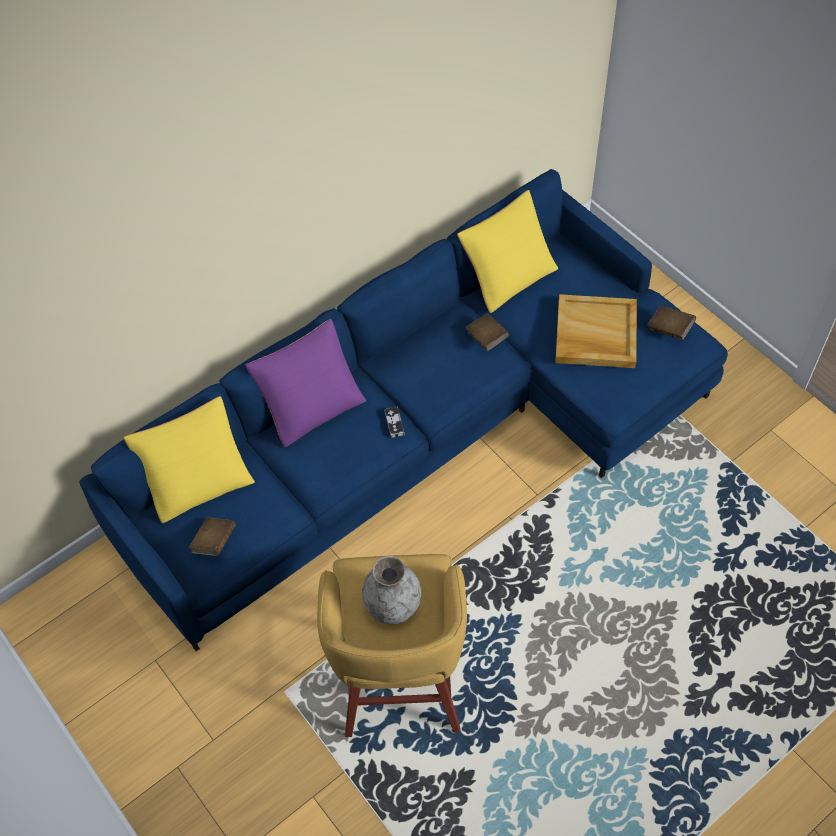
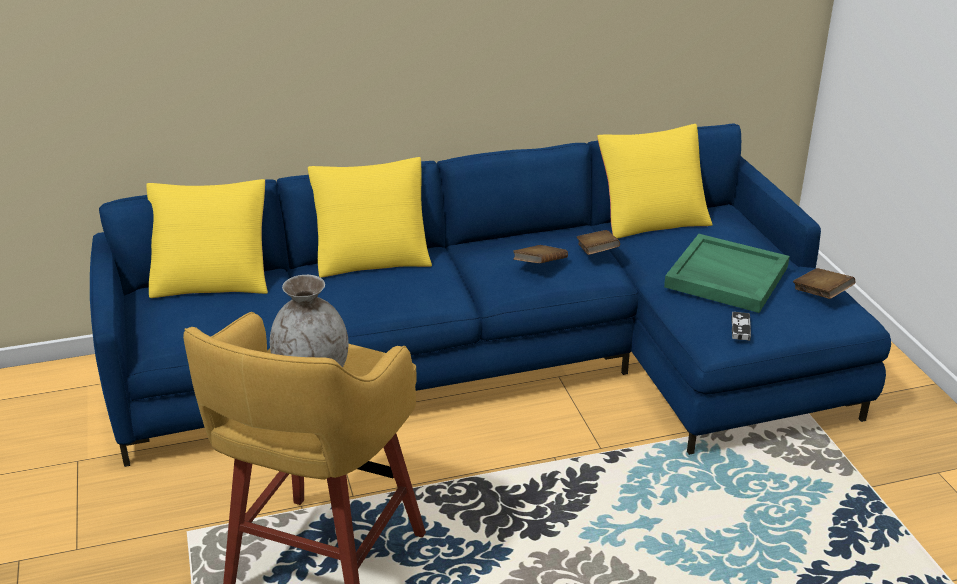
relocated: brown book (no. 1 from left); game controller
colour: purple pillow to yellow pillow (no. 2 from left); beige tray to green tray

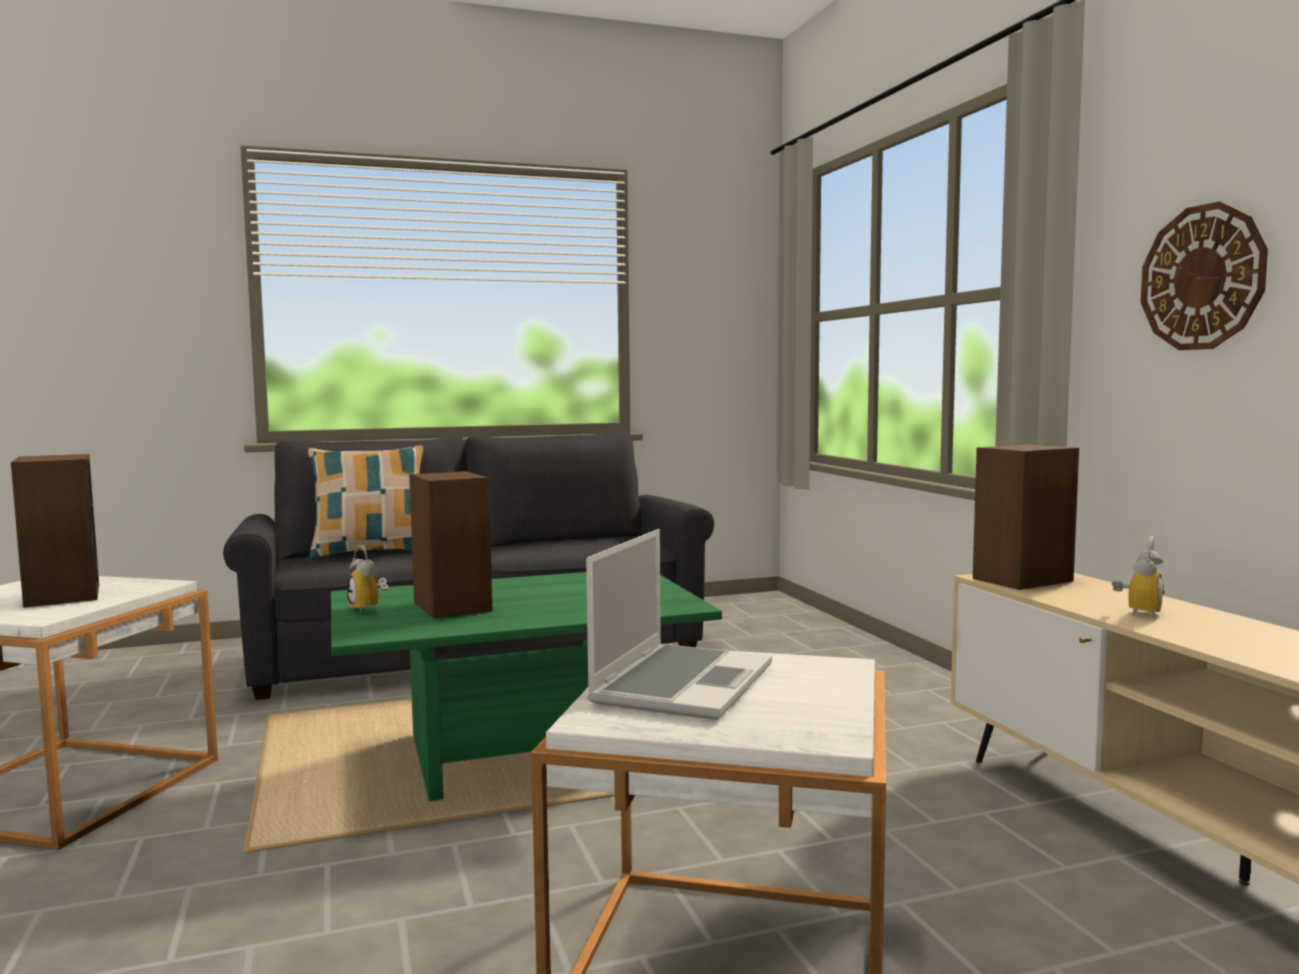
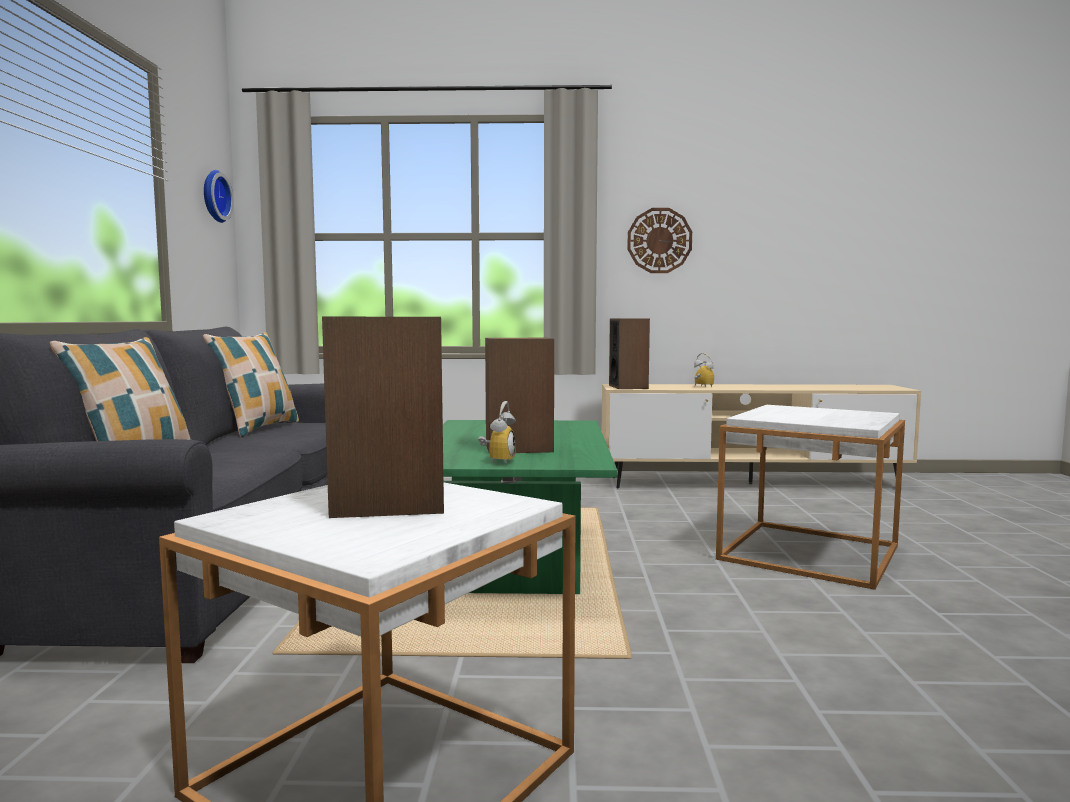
missing: laptop
appeared: pillow (no. 2 from left); wall clock (no. 1 from left)
spun: alarm clock (no. 1 from left) 60 degrees counterclockwise

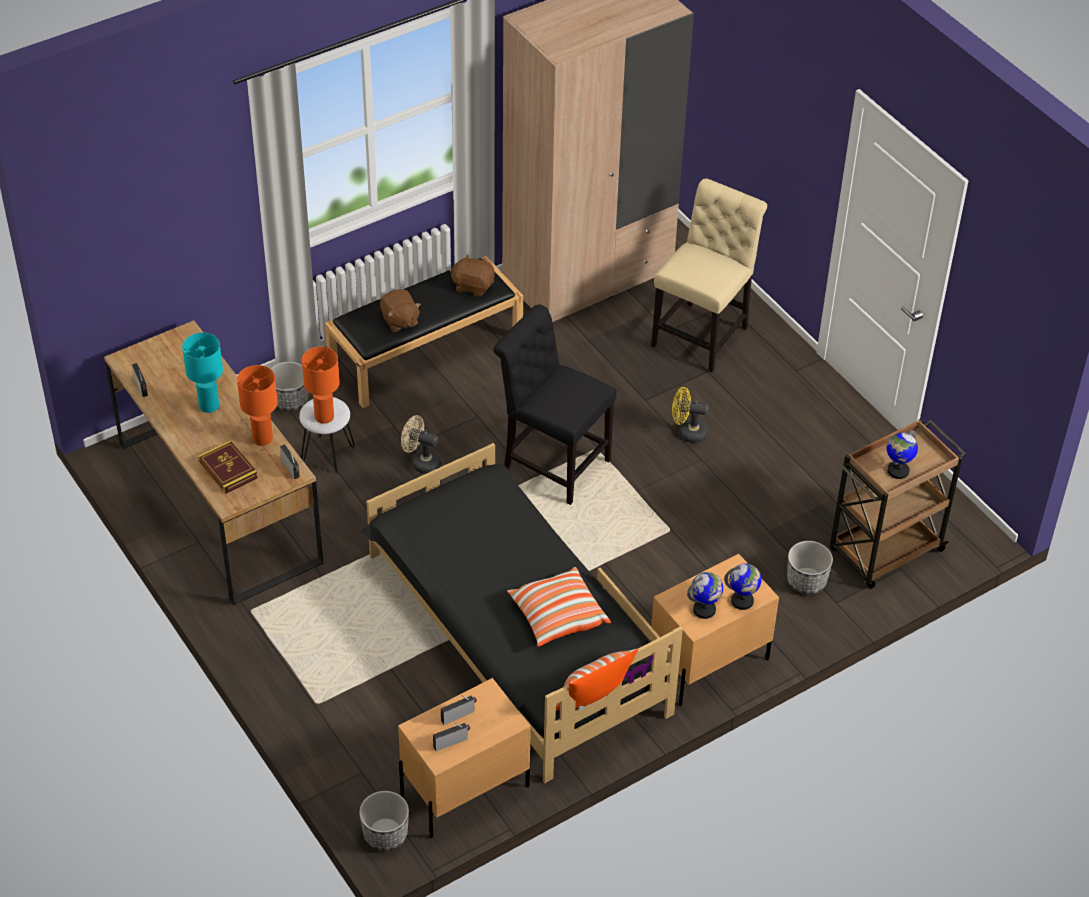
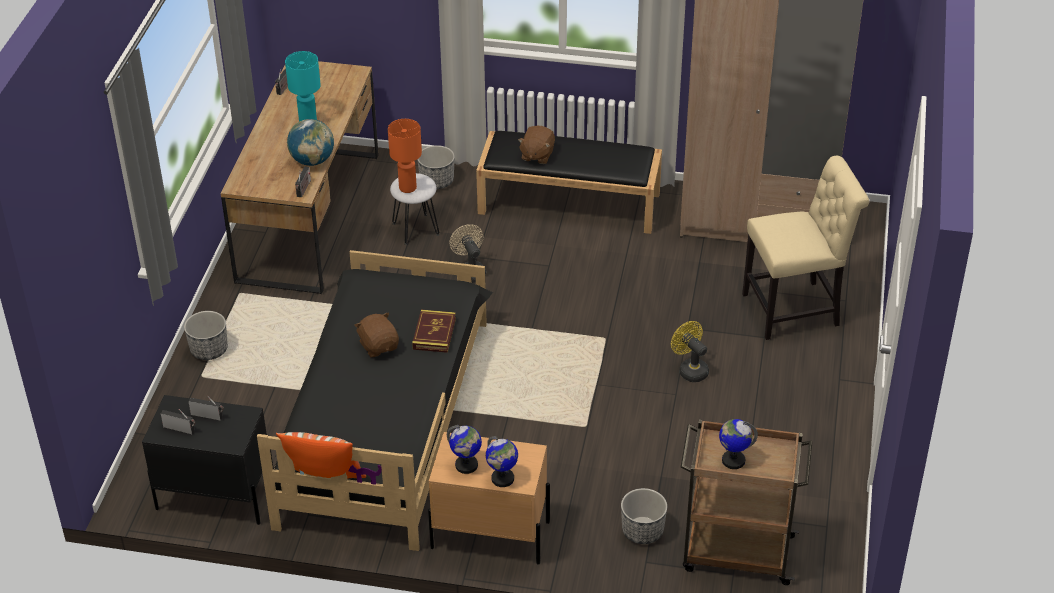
missing: black chair; pillow (no. 1 from left)
relocated: book; planter (no. 2 from left in the first image) to planter (no. 1 from left); brown plush toy (no. 2 from left in the first image) to brown plush toy (no. 1 from left)
exchanged: orange table lamp (no. 1 from left) to globe (no. 1 from left)
colour: beige nightstand (no. 1 from left) to black nightstand

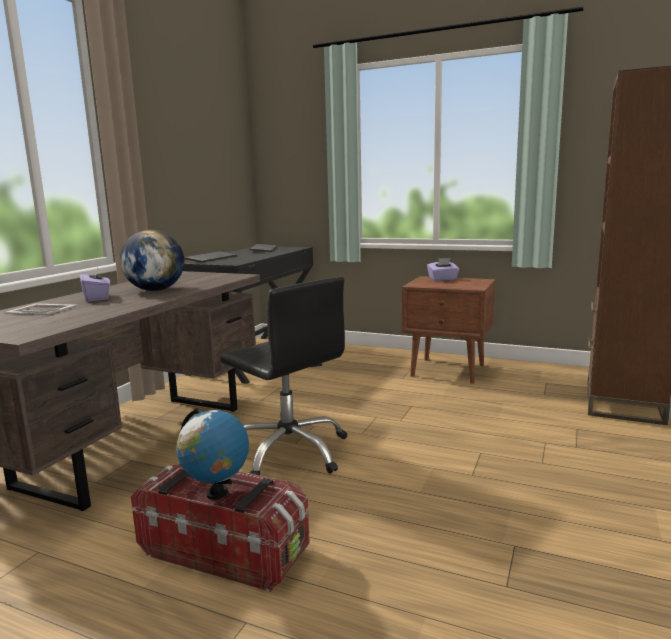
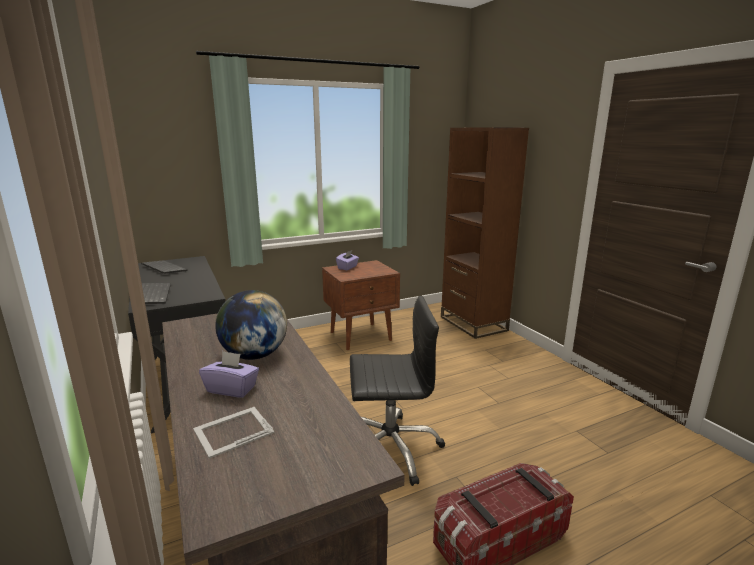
missing: globe (no. 2 from left)

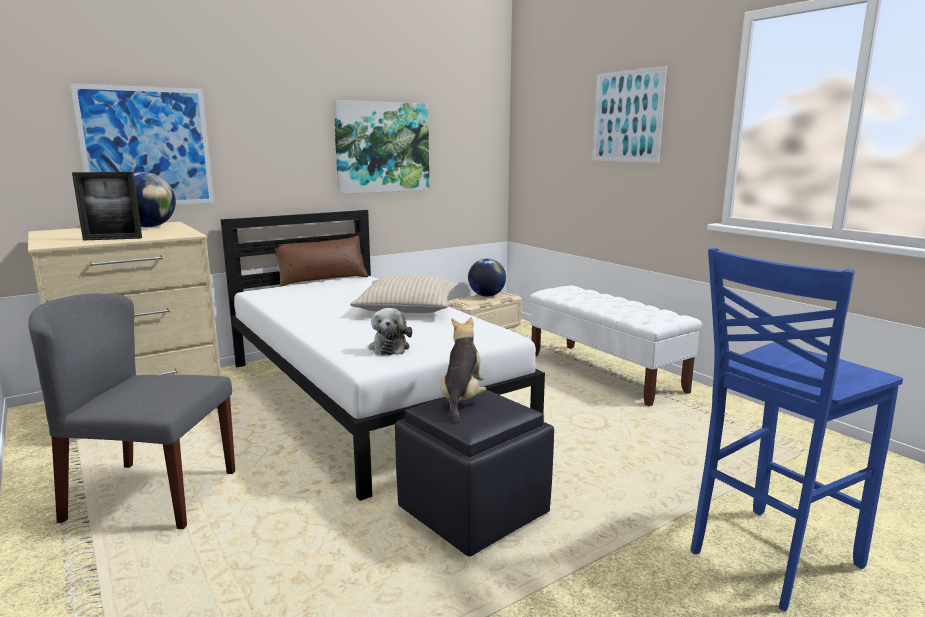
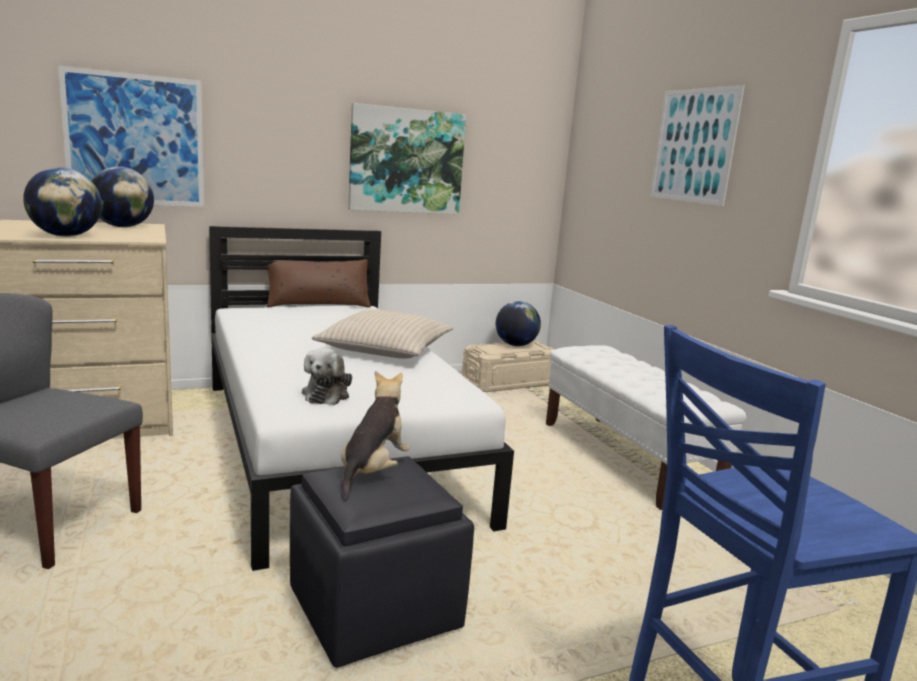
exchanged: picture frame to globe (no. 1 from left)

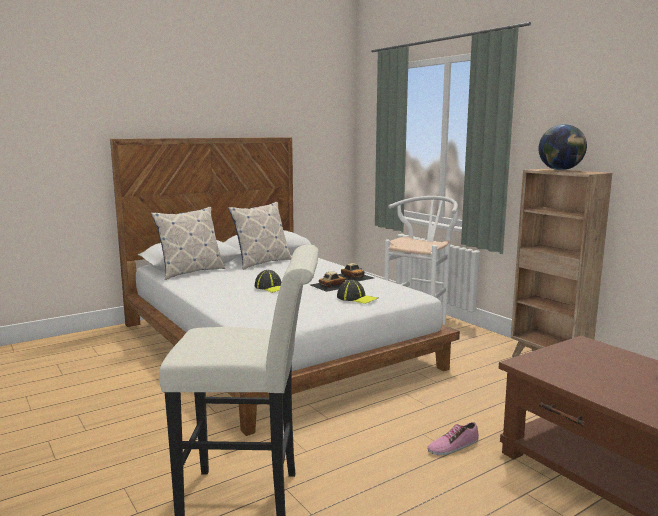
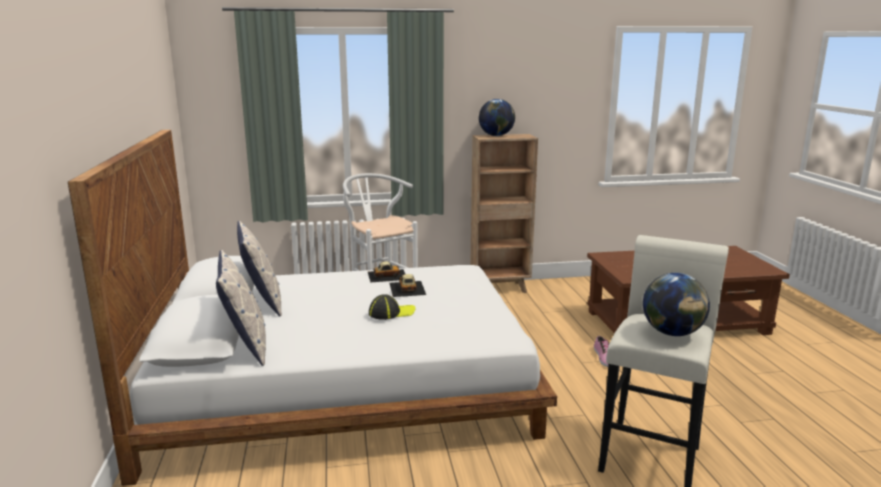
missing: cap (no. 2 from left)
appeared: globe (no. 2 from left)

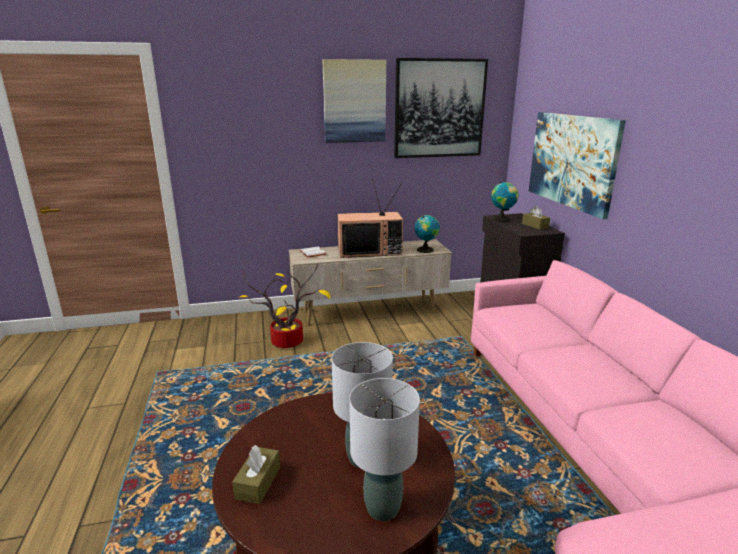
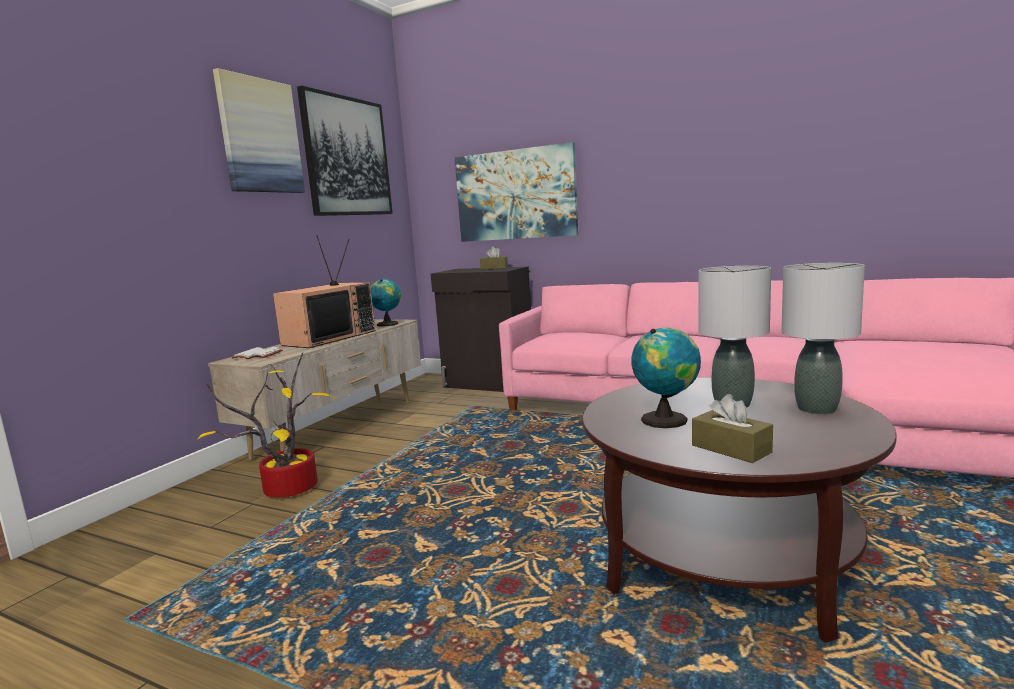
relocated: globe (no. 2 from left)

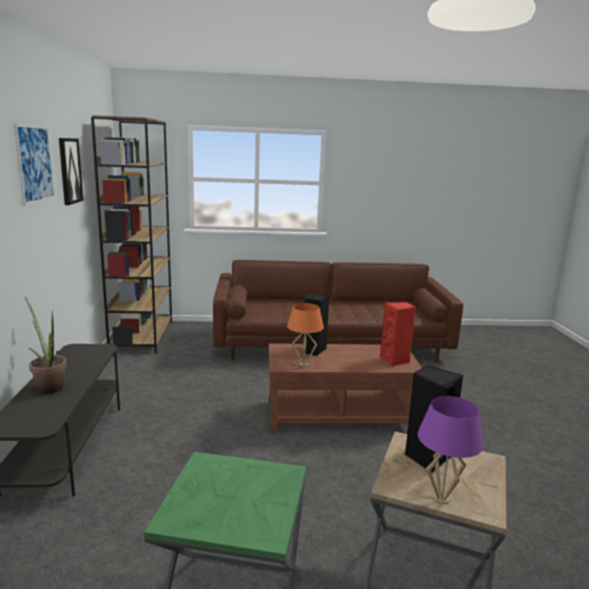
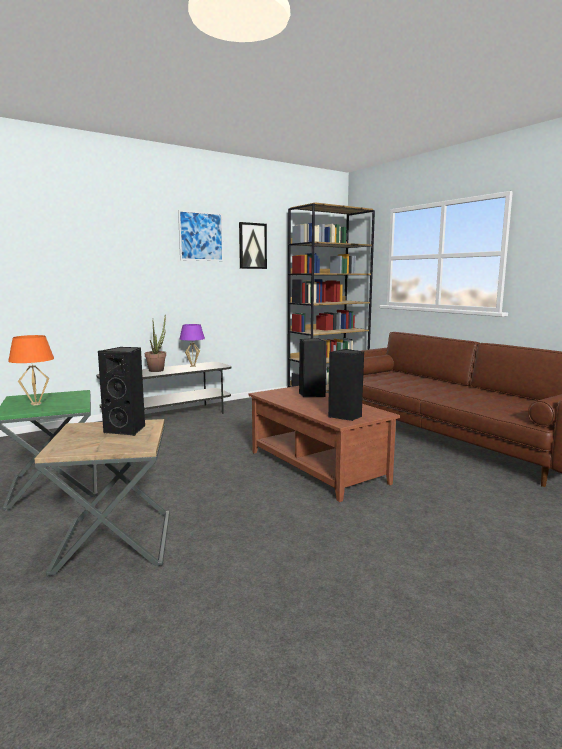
relocated: orange table lamp; purple table lamp
colour: red speaker to black speaker (no. 3 from left)

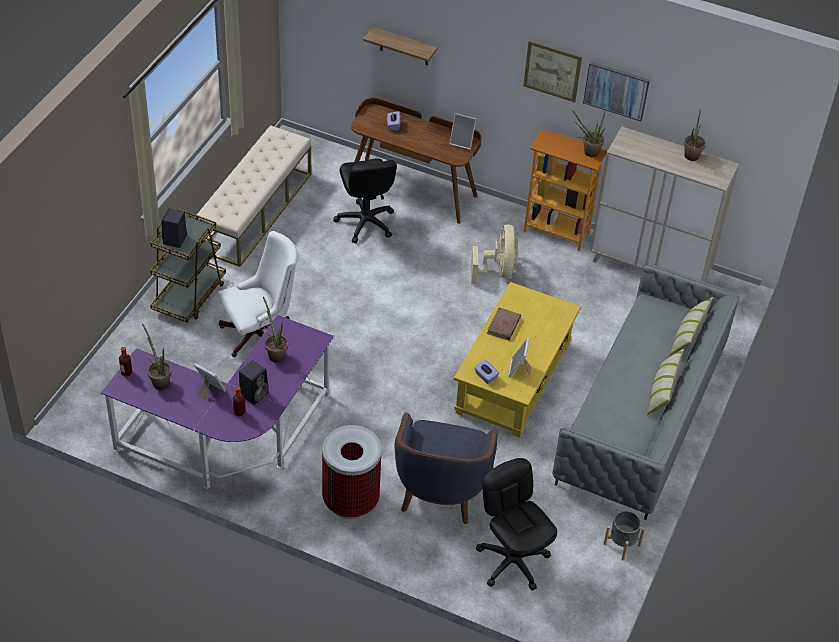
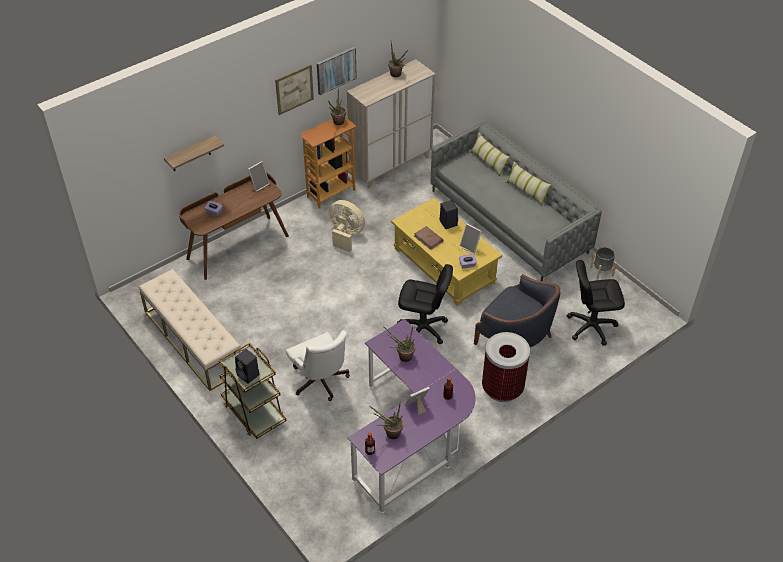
relocated: black speaker (no. 2 from left); black office chair (no. 1 from left)
spun: white office chair 150 degrees clockwise

